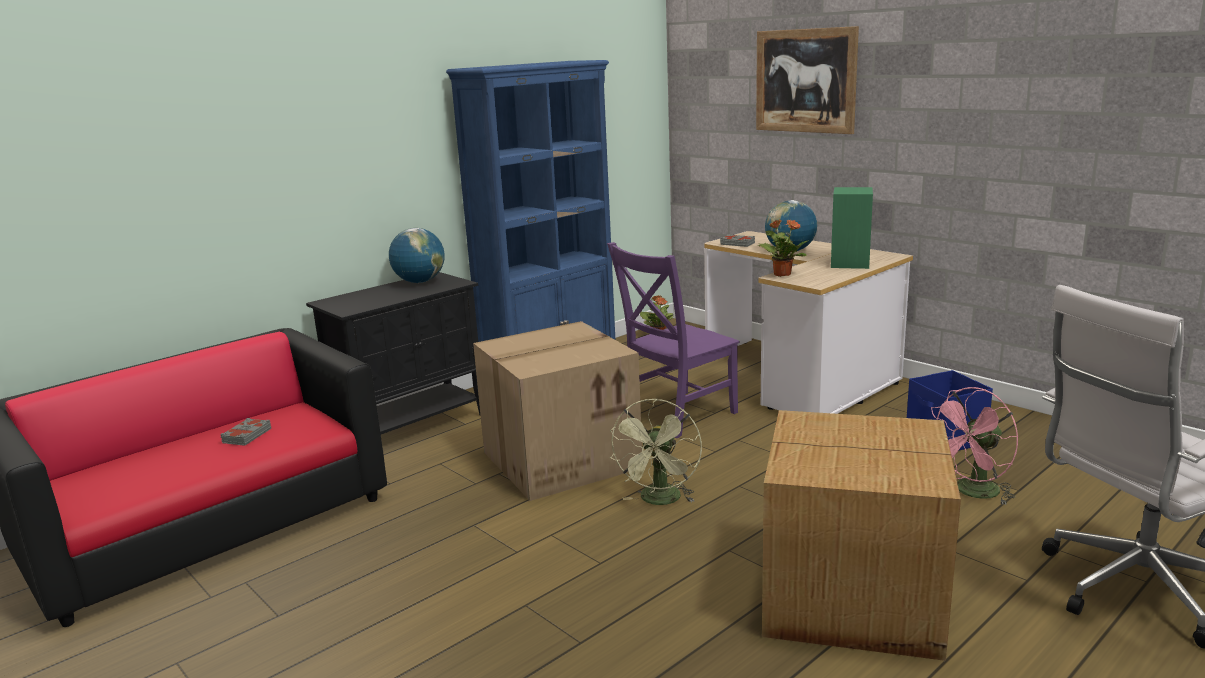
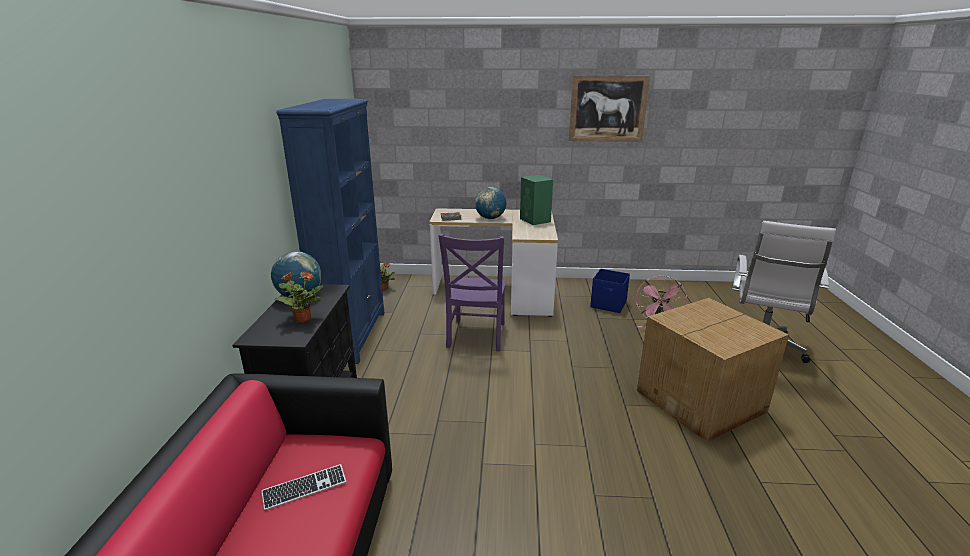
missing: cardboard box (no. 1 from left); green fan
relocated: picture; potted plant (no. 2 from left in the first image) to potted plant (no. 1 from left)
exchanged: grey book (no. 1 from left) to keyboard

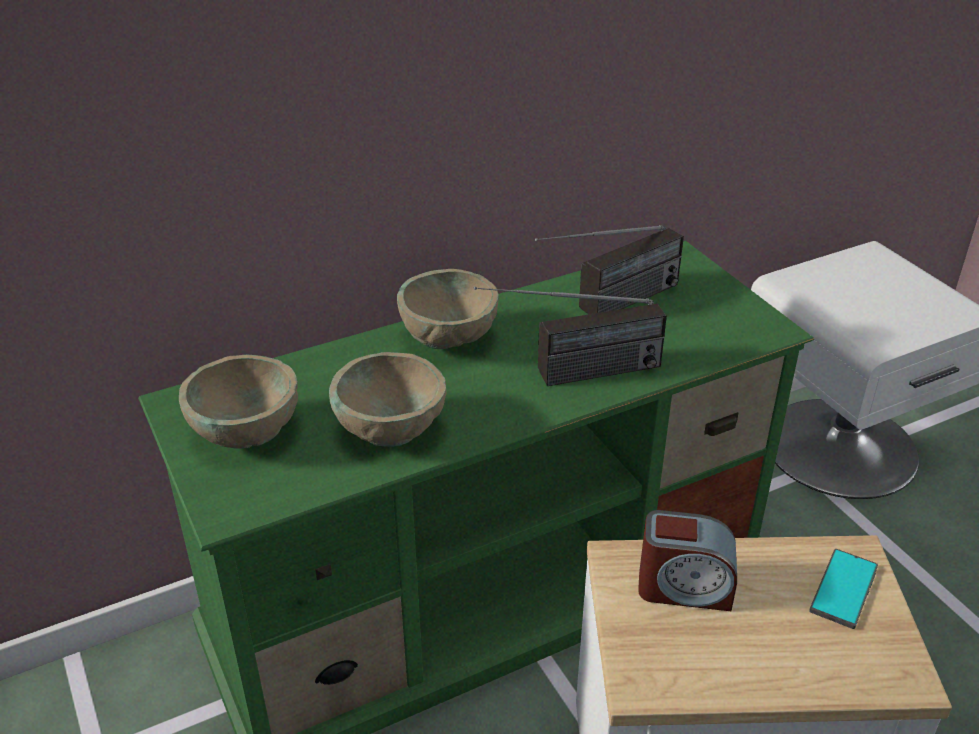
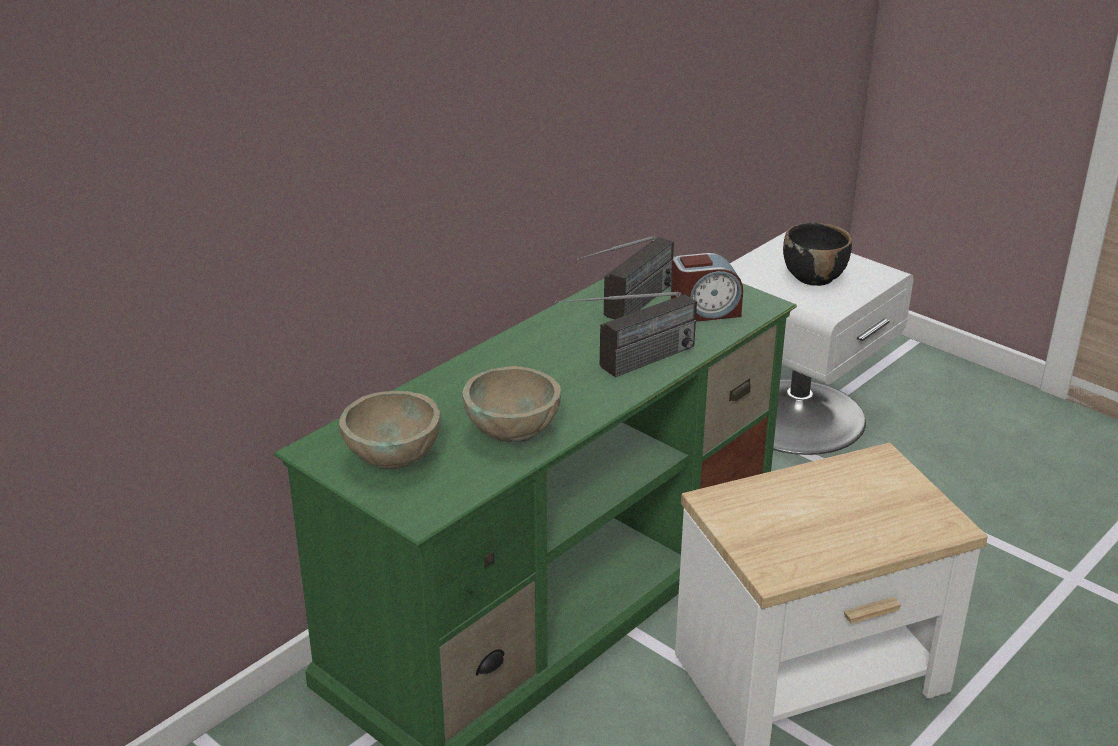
missing: beige bowl (no. 3 from left); phone
appeared: black bowl
relocated: alarm clock

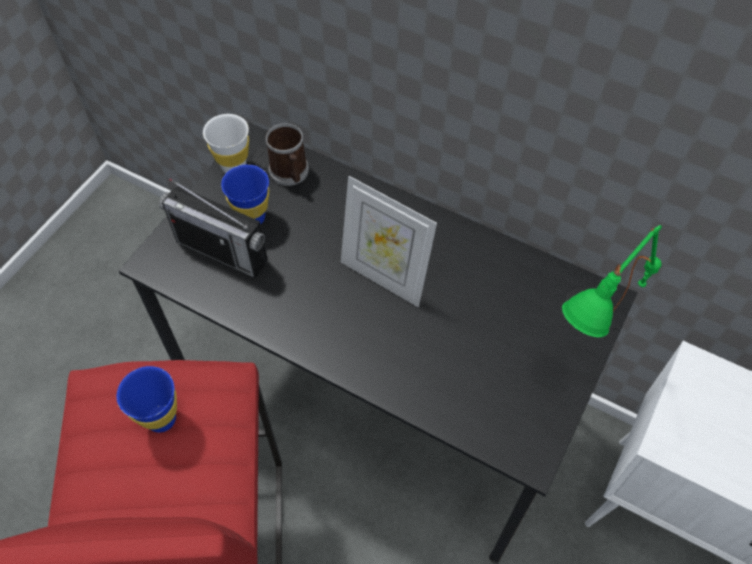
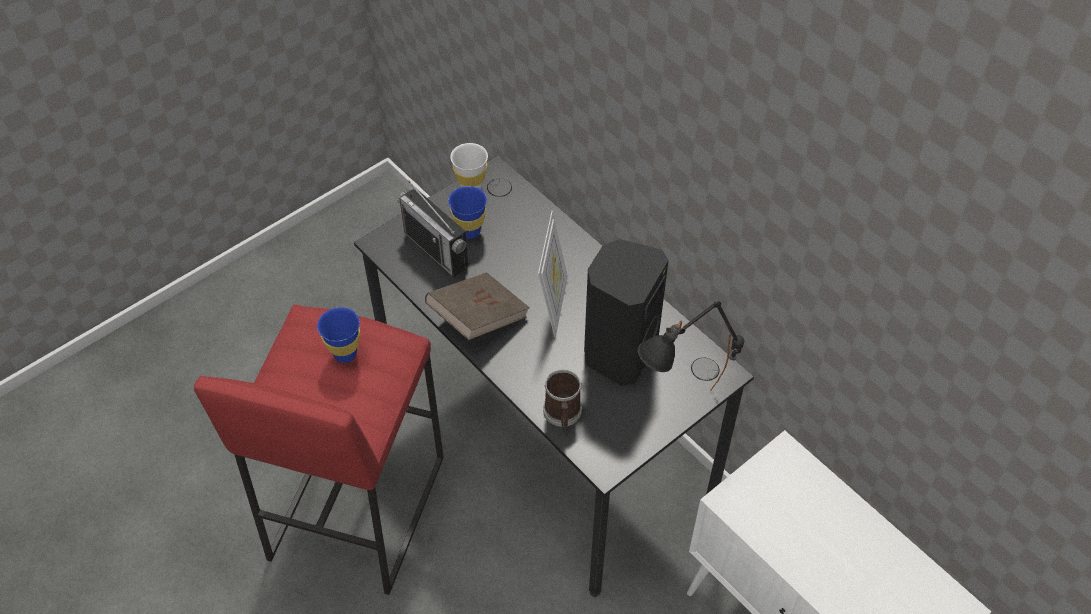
appeared: brown book; black speaker
relocated: mug
colour: green table lamp to black table lamp
spun: picture frame 135 degrees counterclockwise

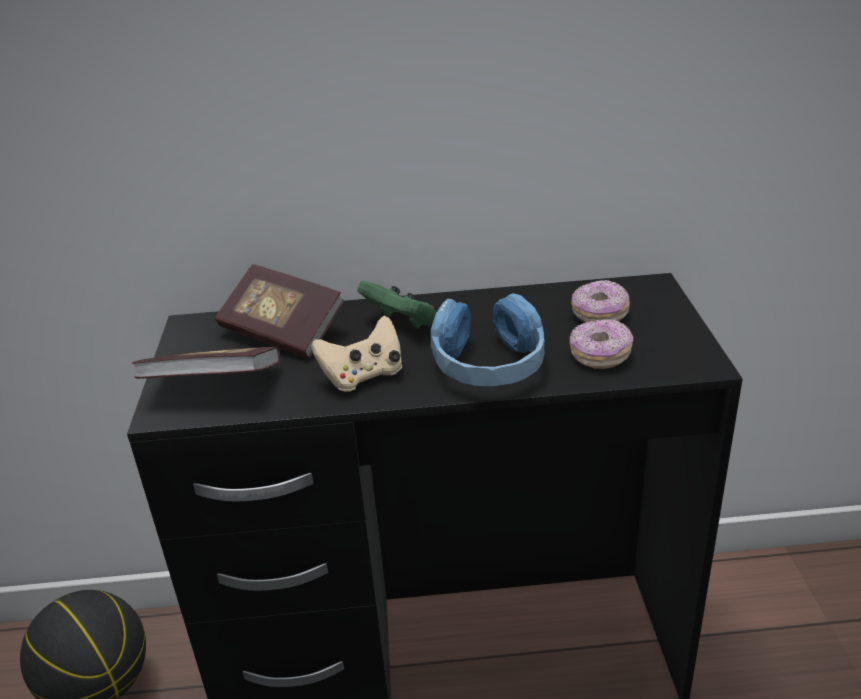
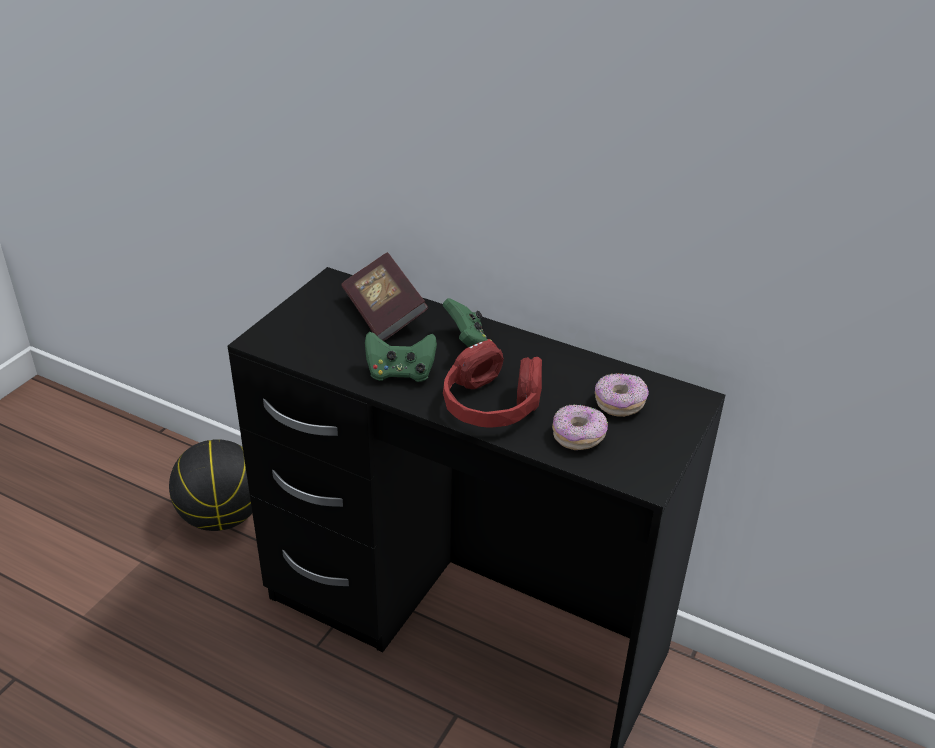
missing: book (no. 1 from left)
colour: beige game controller to green game controller (no. 1 from left); blue headphones to red headphones

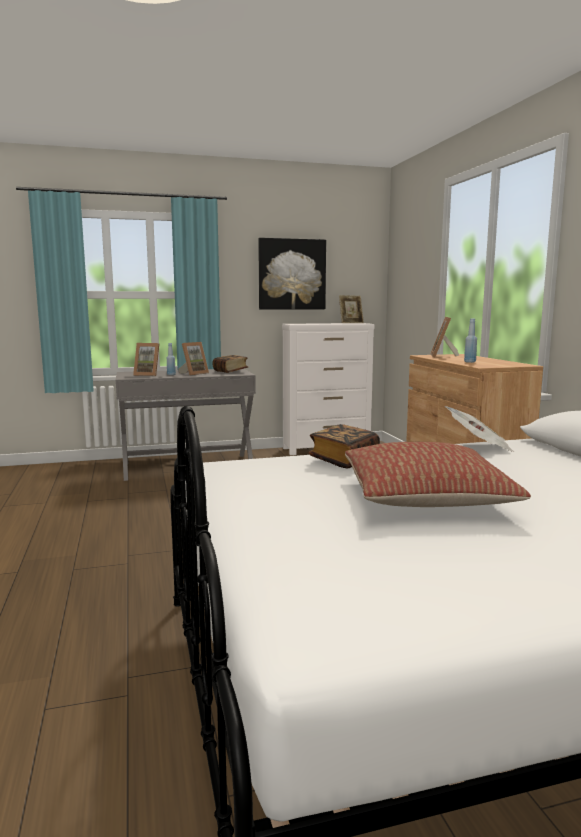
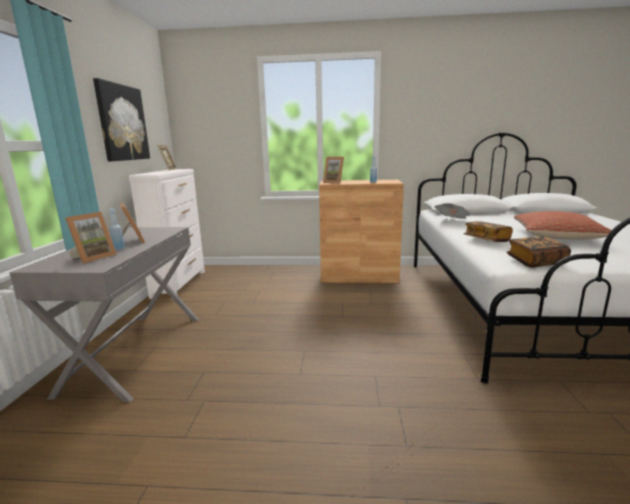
relocated: book (no. 1 from left in the first image) to book (no. 2 from left)

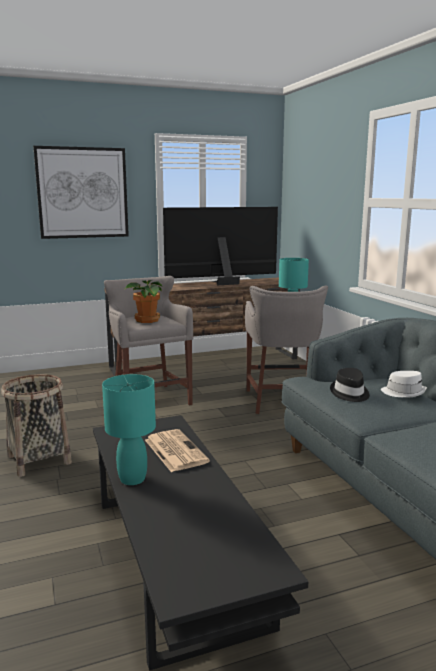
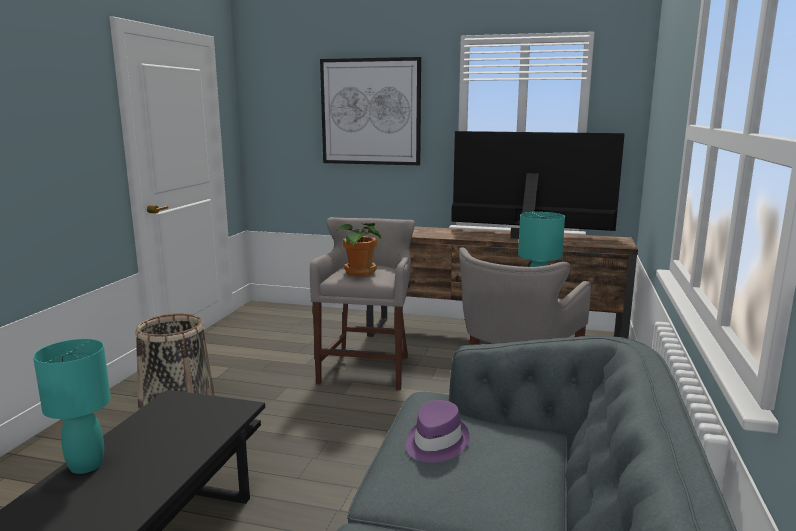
missing: newspaper; white hat
colour: black hat to purple hat

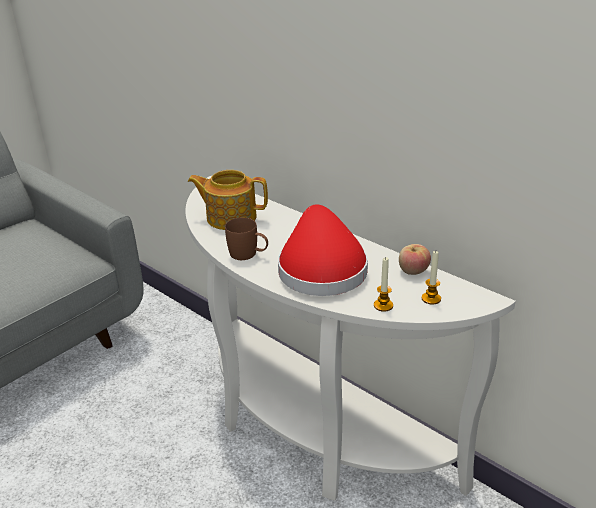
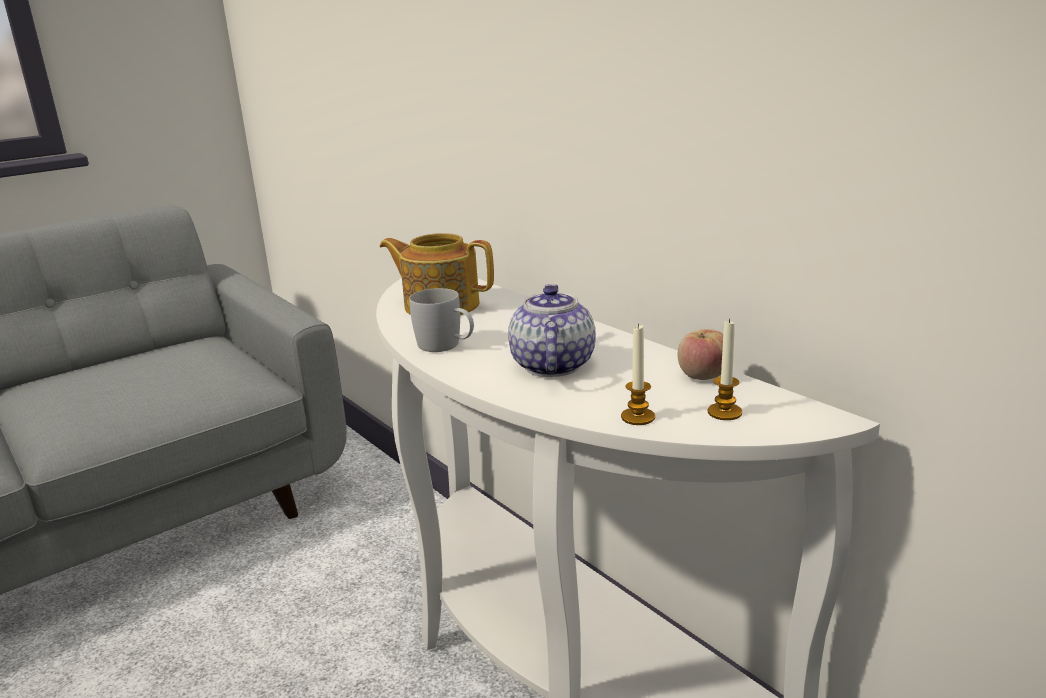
exchanged: red hat to teapot (no. 2 from left)
colour: brown mug to white mug

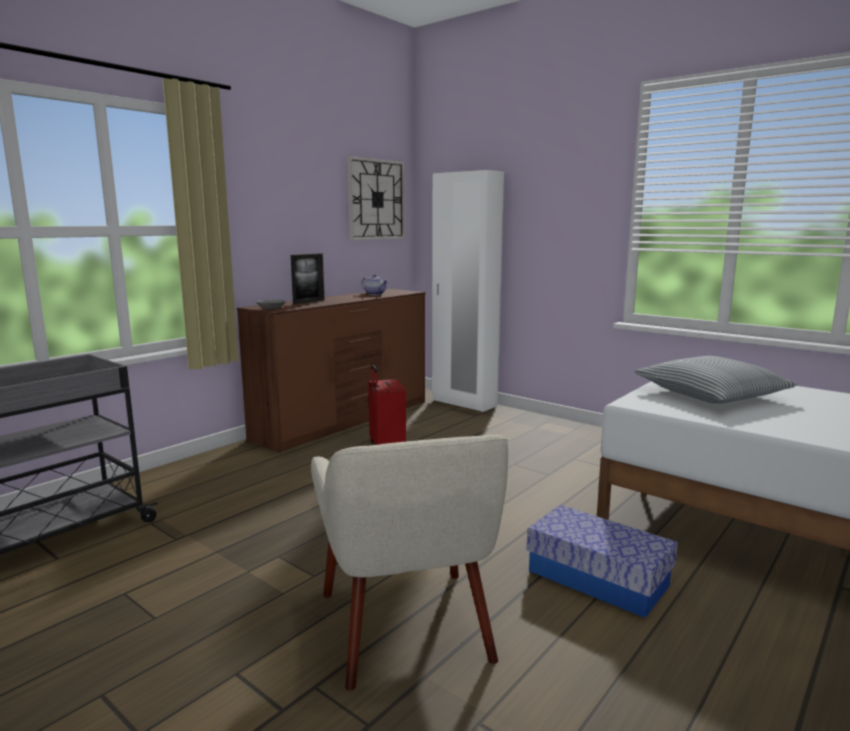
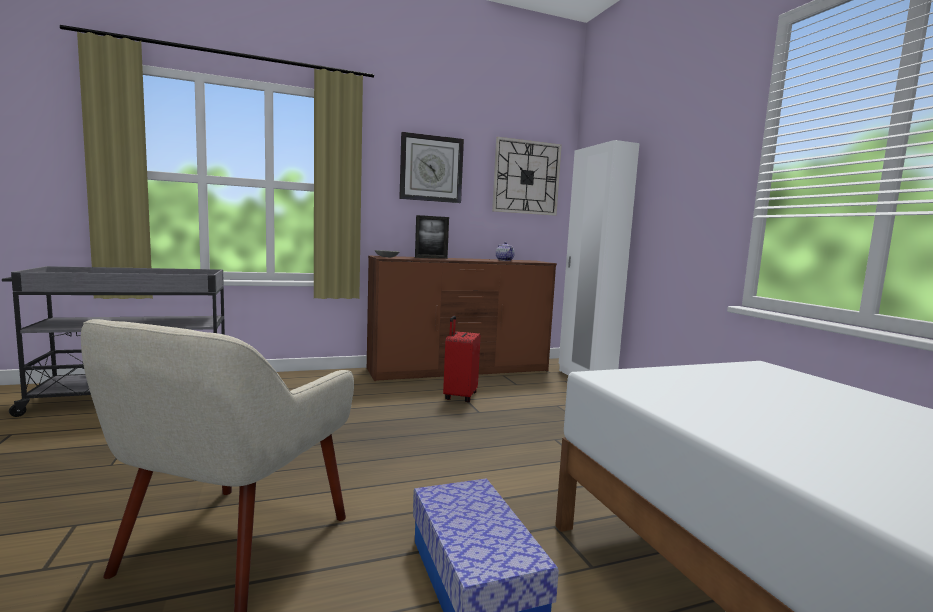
missing: pillow
appeared: wall clock (no. 1 from left)

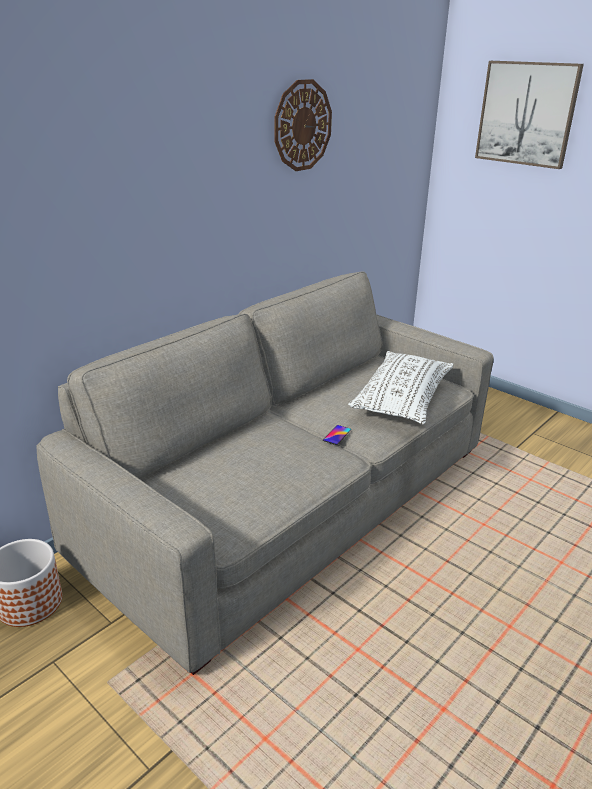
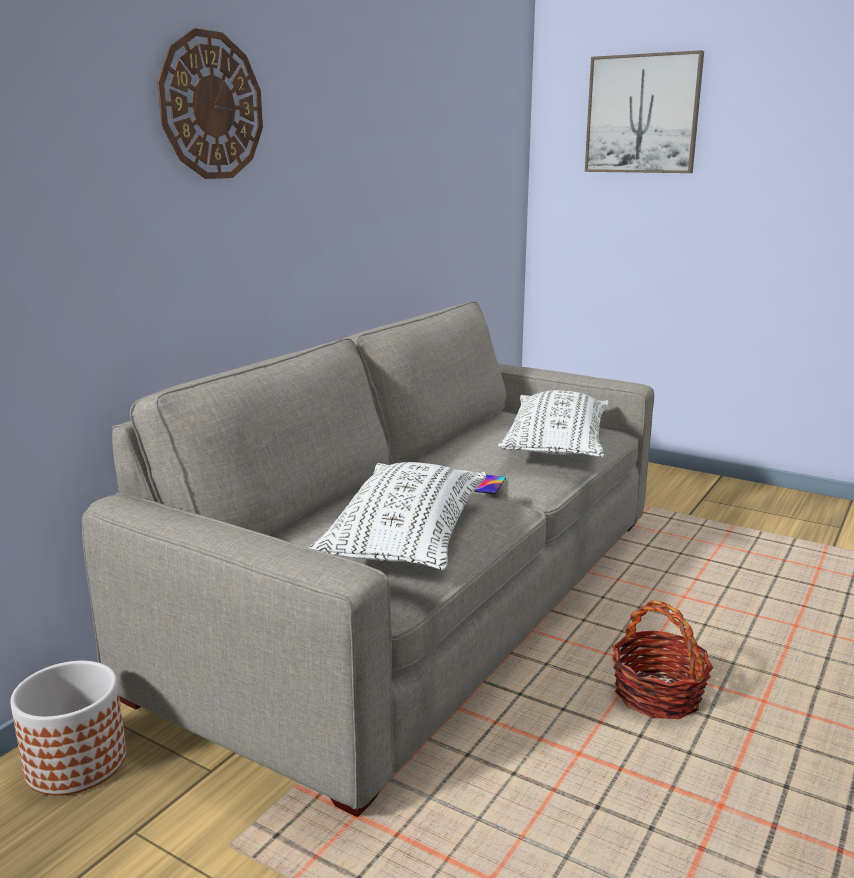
appeared: white pillow (no. 1 from left); basket
relocated: wall clock

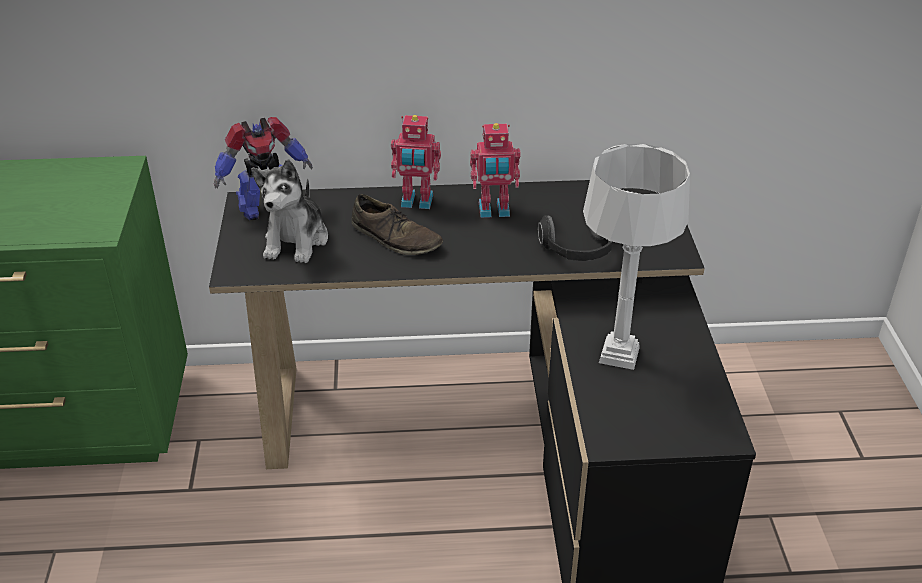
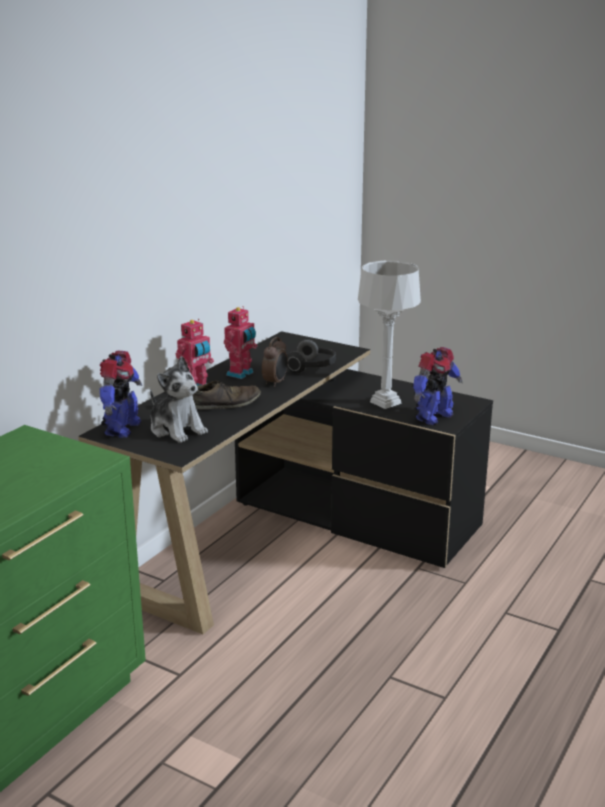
appeared: alarm clock; toy robot (no. 4 from left)

